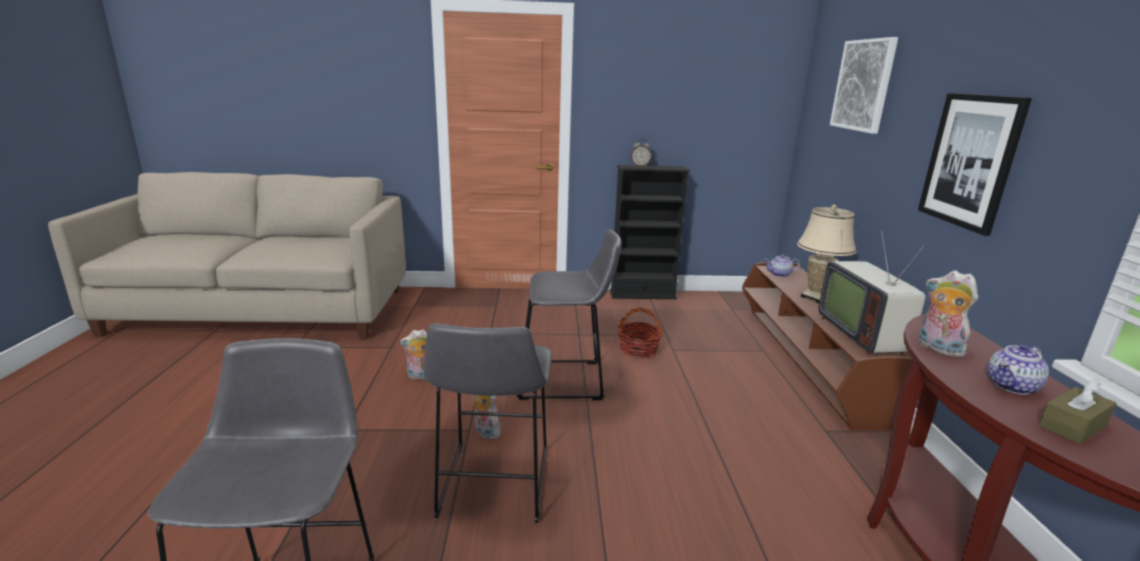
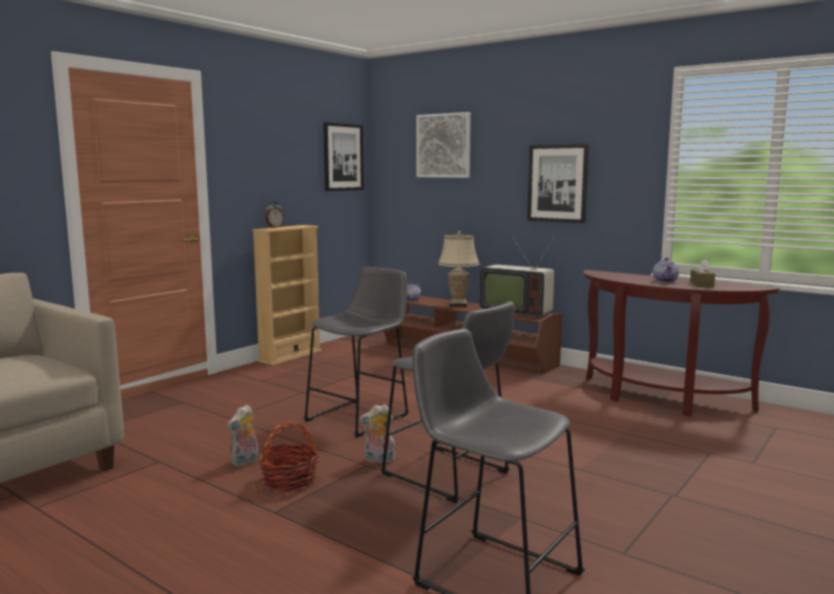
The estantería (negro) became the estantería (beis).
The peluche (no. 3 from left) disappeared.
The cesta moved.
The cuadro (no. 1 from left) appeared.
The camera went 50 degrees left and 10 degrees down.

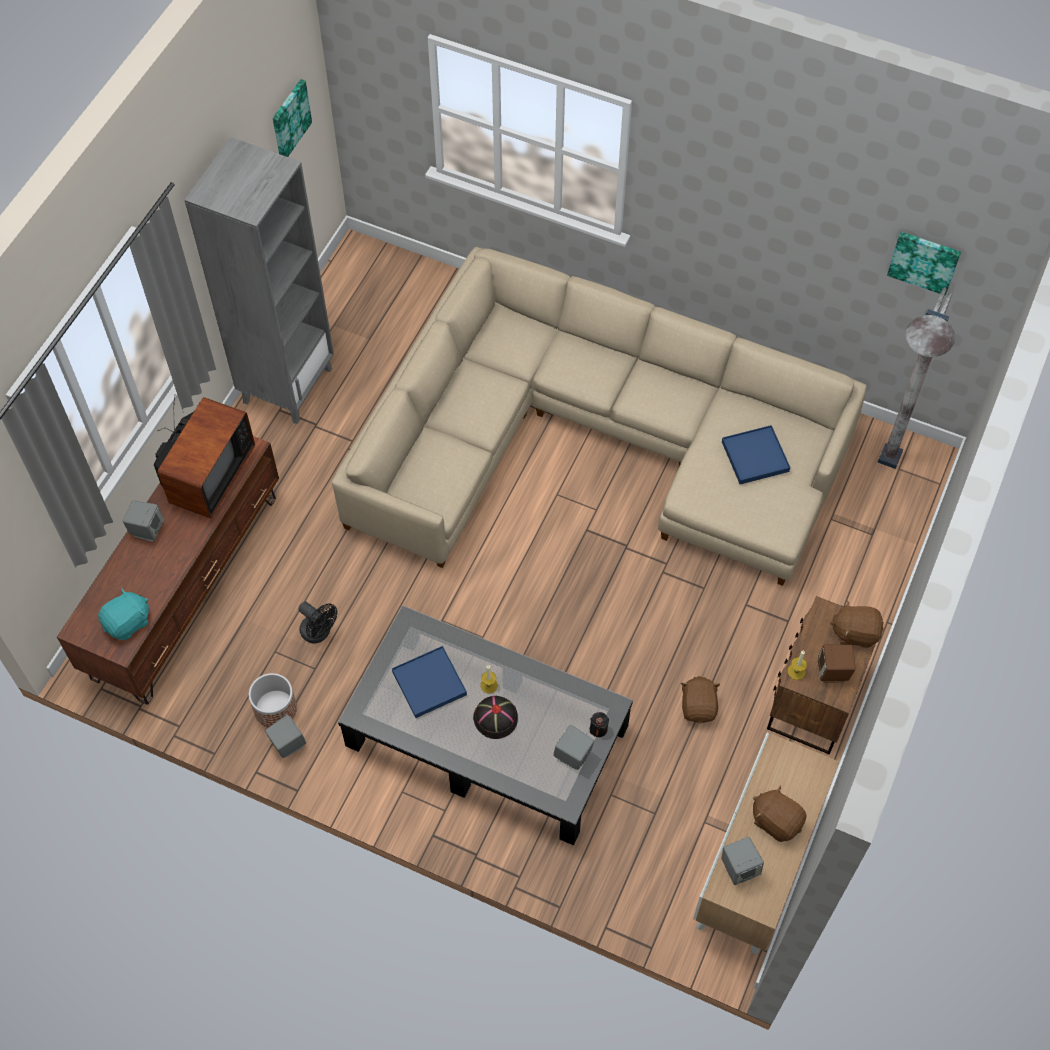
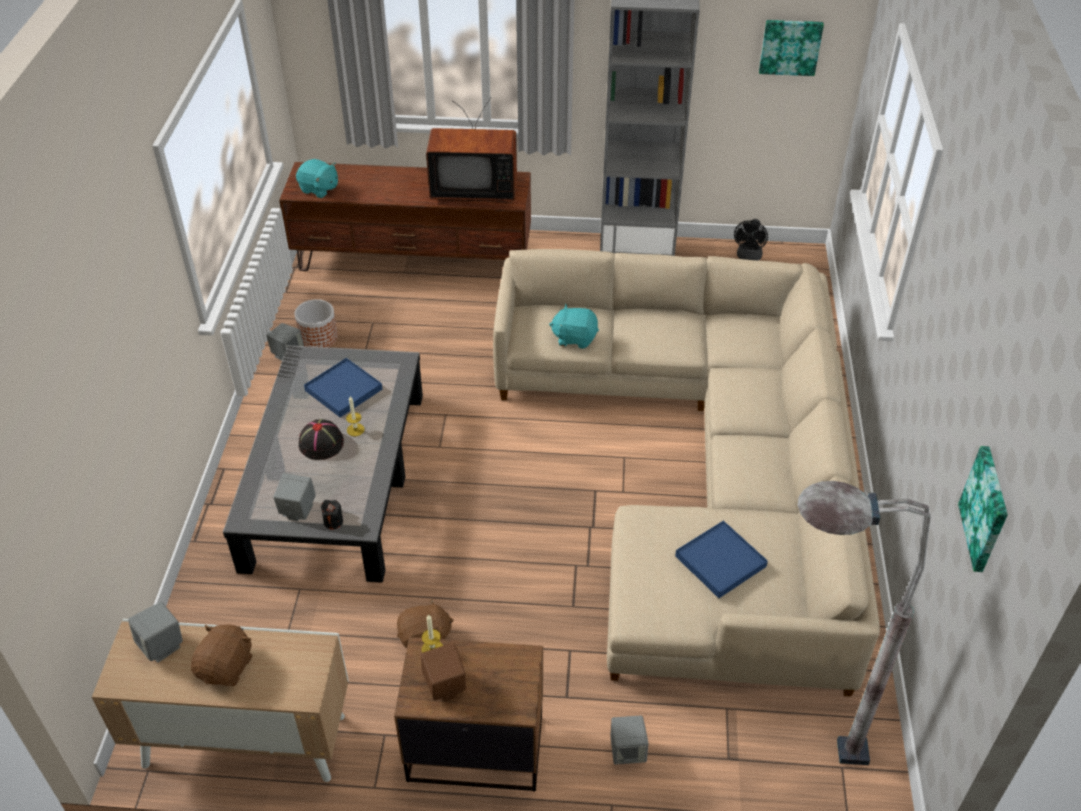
The altavoz (gris) (no. 1 from left in the first image) moved.
The peluche (marrón) (no. 3 from left) disappeared.
The ventilador (negro) moved.
The peluche (turquesa) (no. 2 from left) appeared.
The camera went 70 degrees right and 15 degrees down.

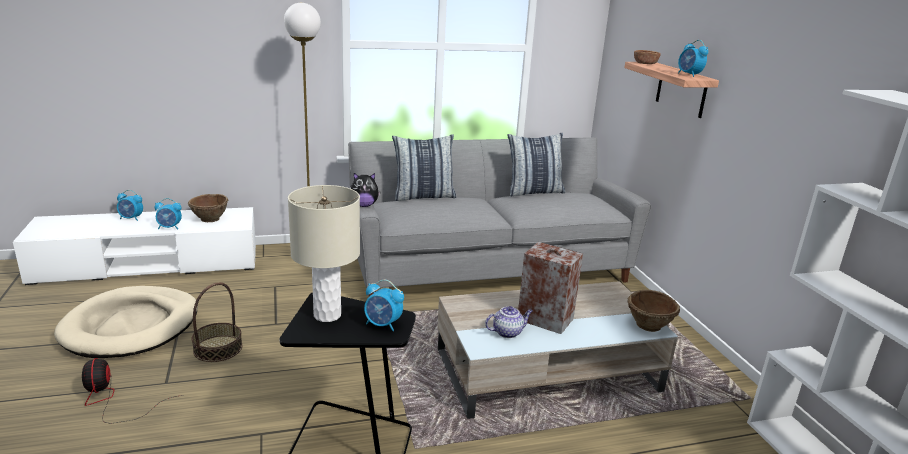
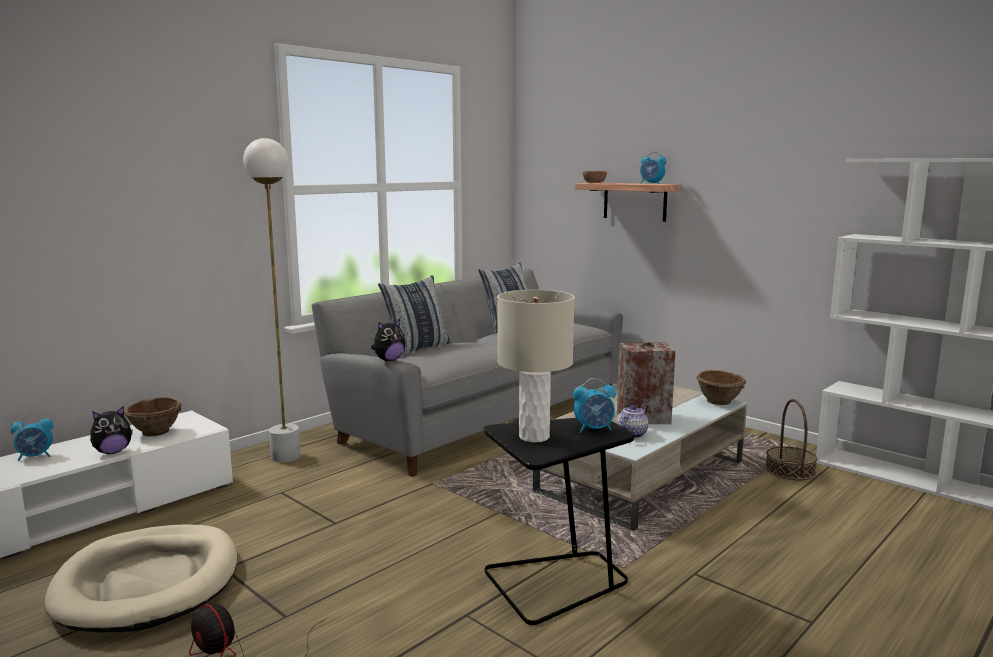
The despertador (no. 2 from left) was replaced by the peluche (no. 1 from left).
The cesta moved.
The camera went 30 degrees left and 10 degrees down.

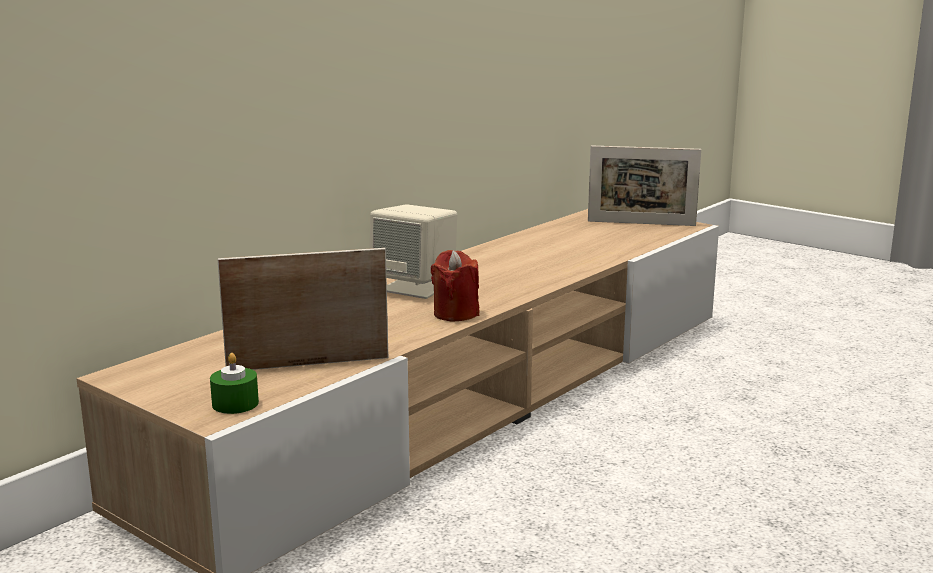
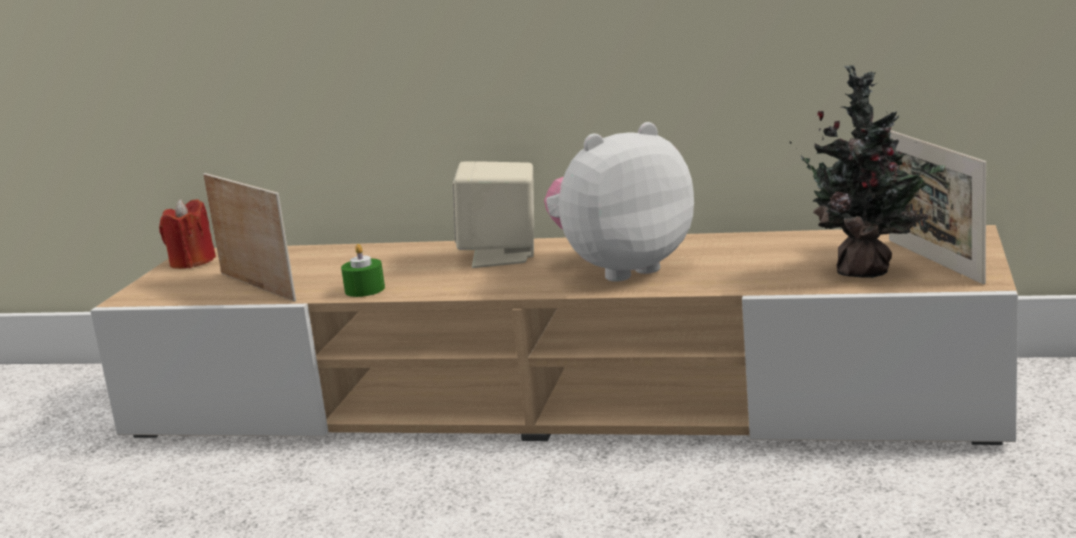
The vela (rojo) moved.
The vela (verde) moved.
The planta en maceta appeared.
The peluche appeared.
The camera went 65 degrees right and 0 degrees up.

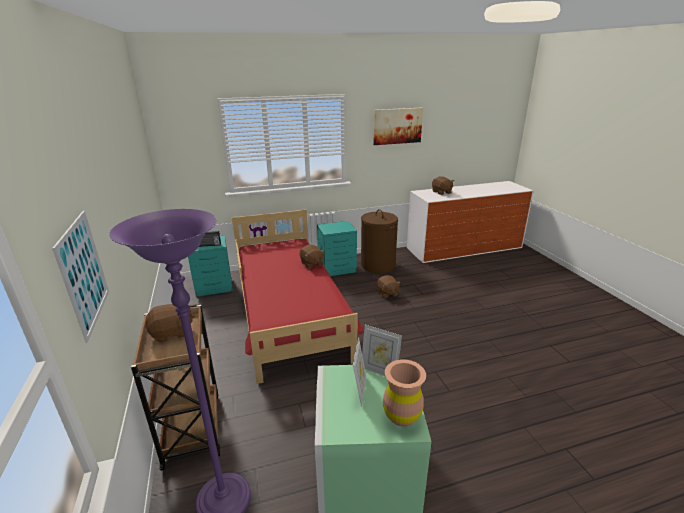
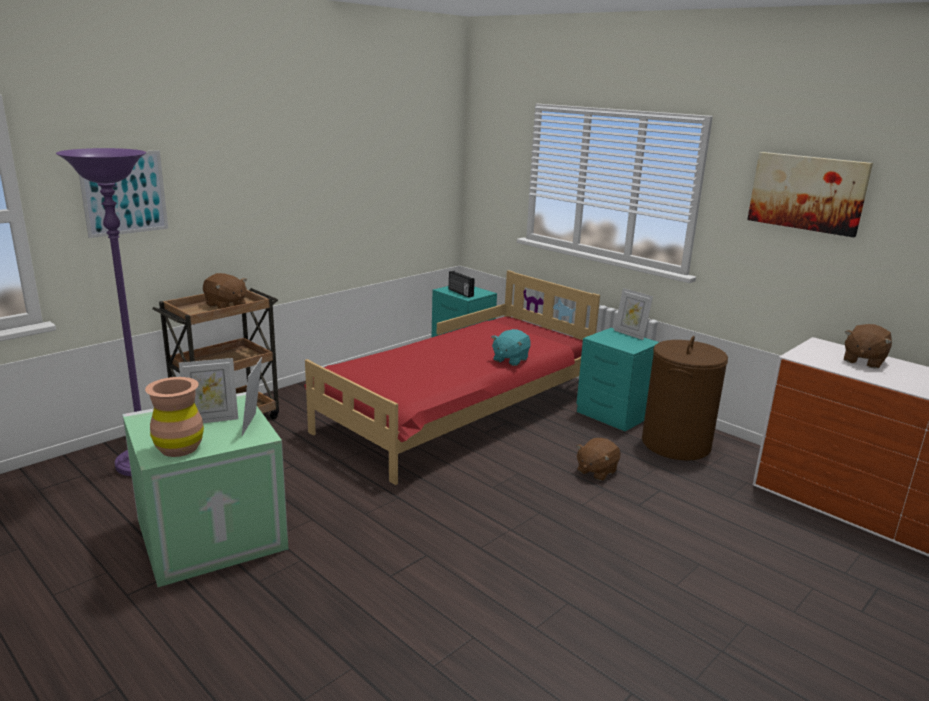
The peluche (marrón) (no. 2 from left) became the peluche (turquesa).
The portarretratos (no. 3 from left) appeared.
The camera went 60 degrees right and 5 degrees down.

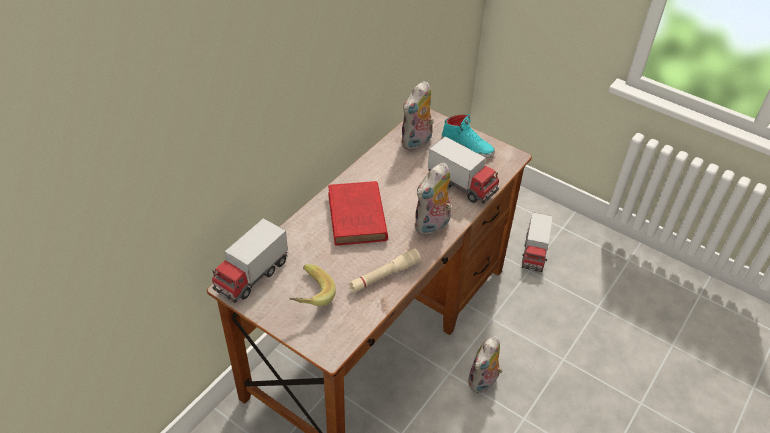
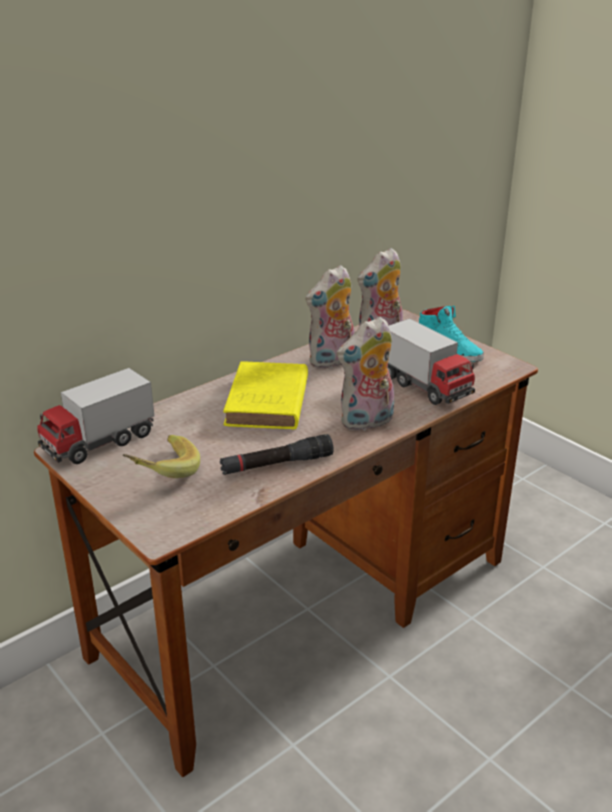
The libro (rojo) became the libro (amarillo).
The camión de juguete (no. 3 from left) disappeared.
The linterna (beis) became the linterna (negro).
The peluche (no. 3 from left in the first image) moved.
The camera went 15 degrees right and 15 degrees down.

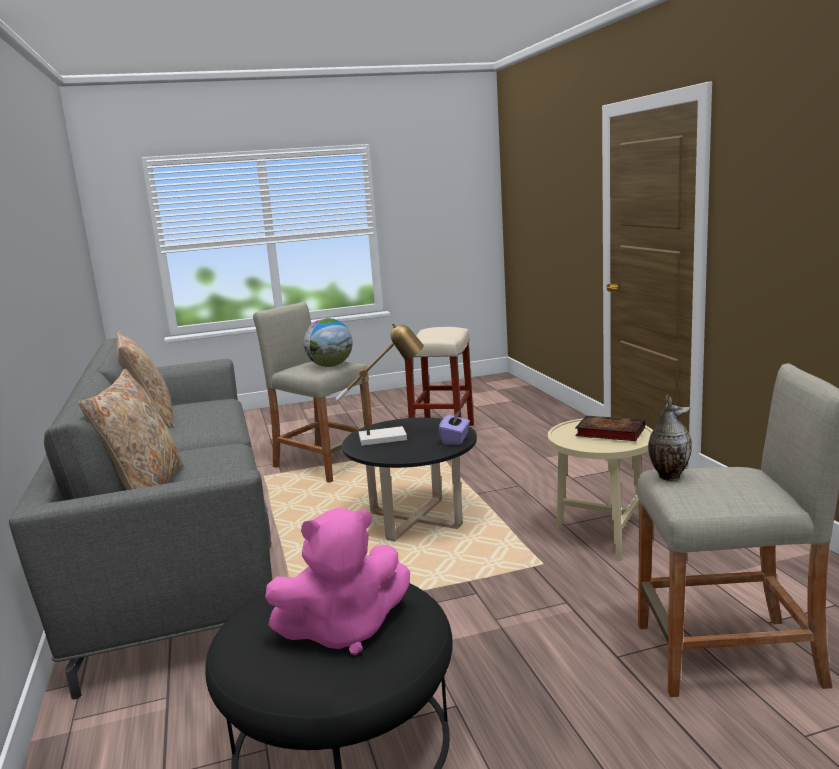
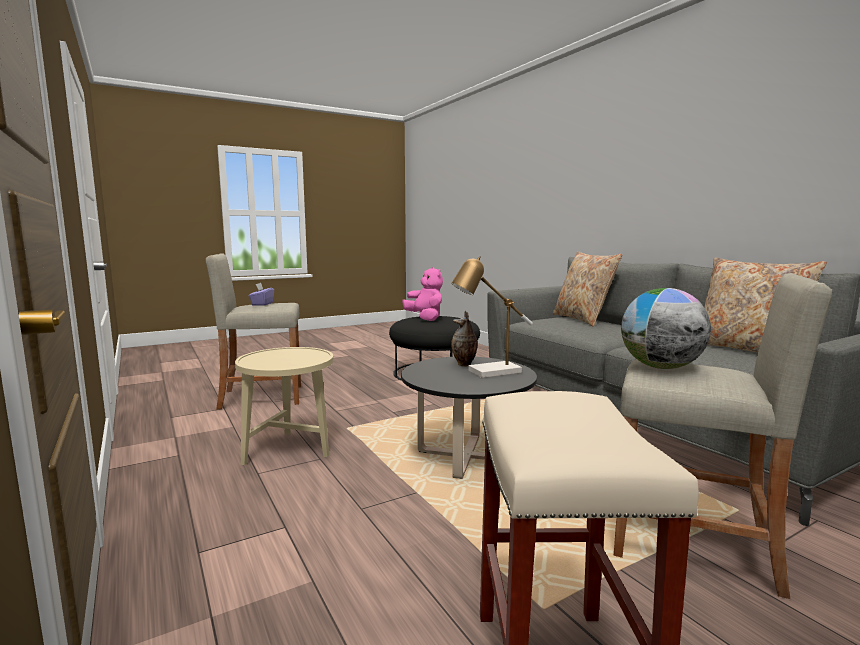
The florero moved.
The caja de pañuelos (morado) moved.
The libro disappeared.
The peluche (rosa) turned 90 degrees clockwise.
The camera went 165 degrees right and 5 degrees down.

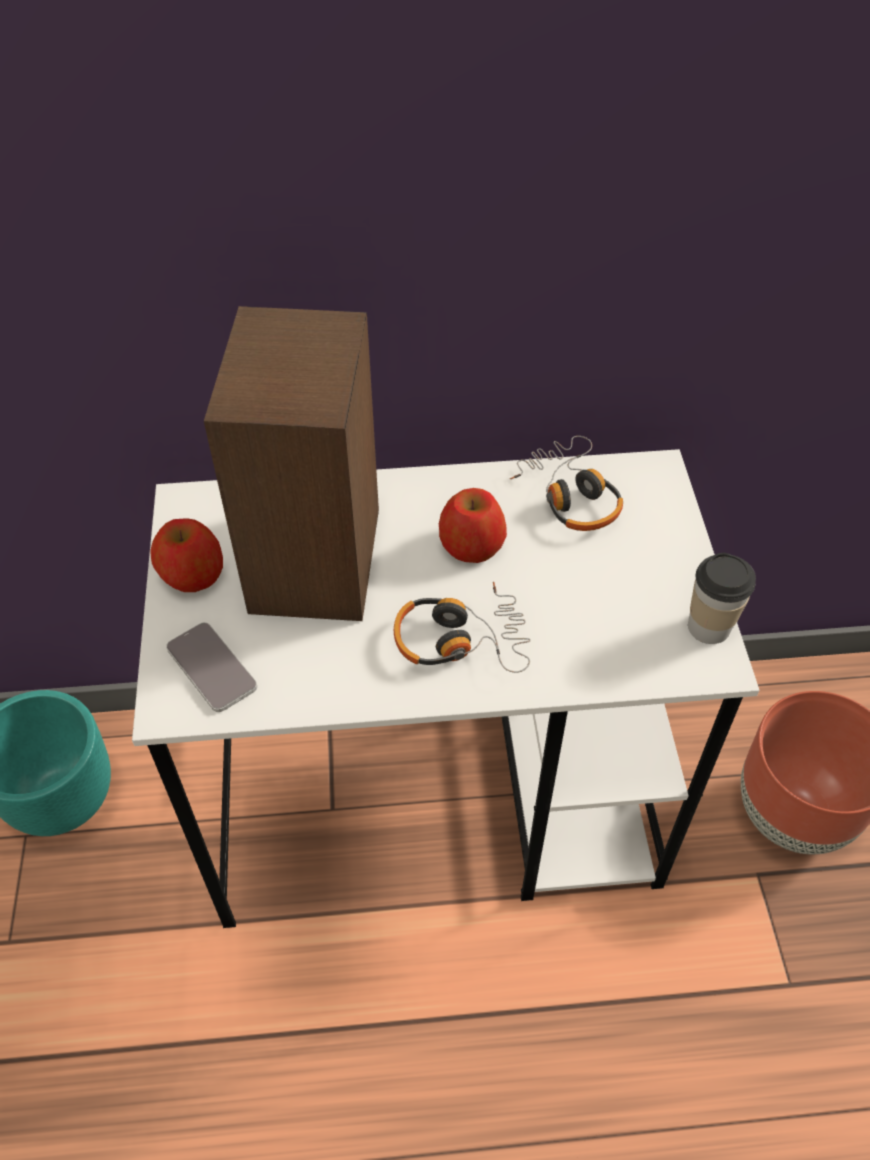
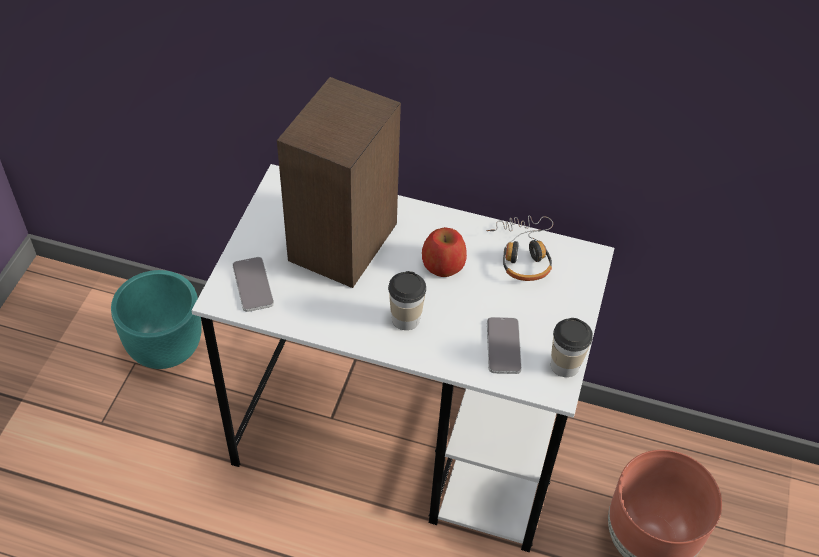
The manzana (no. 1 from left) disappeared.
The auriculares (no. 1 from left) was replaced by the taza (no. 1 from left).
The móvil (no. 2 from left) appeared.
The camera went 20 degrees right and 0 degrees up.

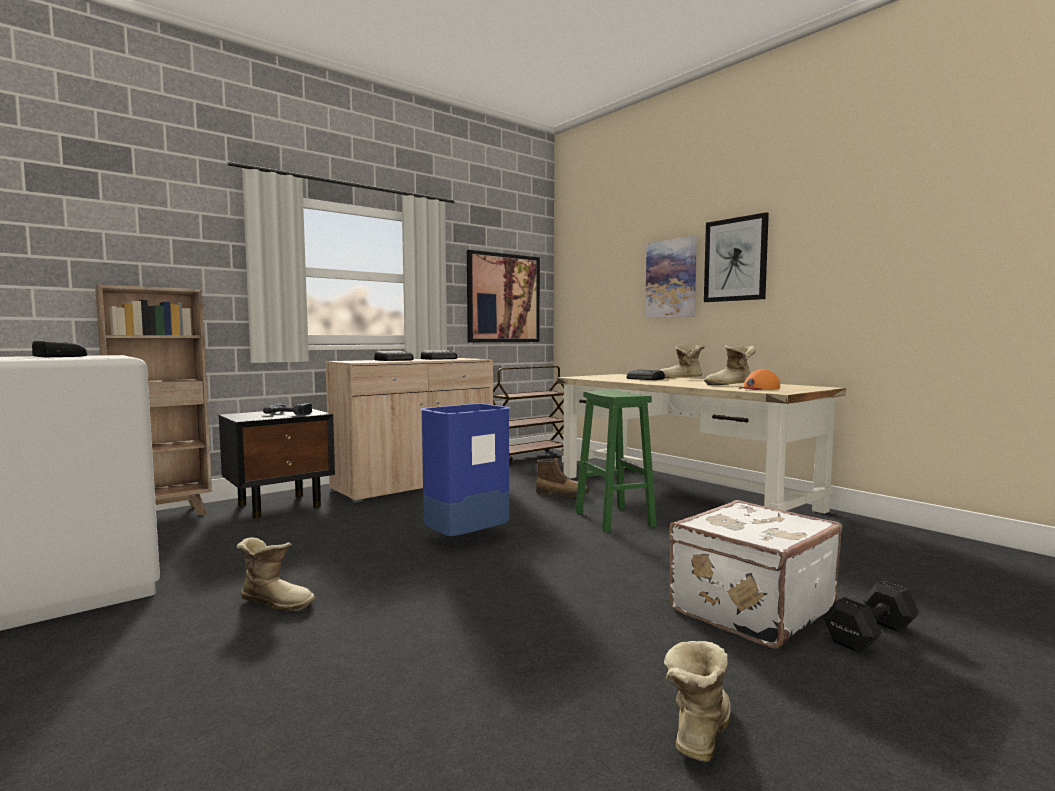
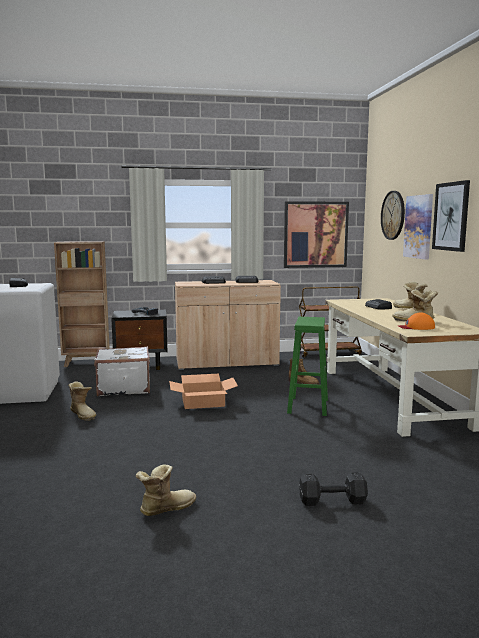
The papelera (azul) was replaced by the caja de cartón.
The maleta (blanco) moved.
The reloj de pared appeared.
The camera went 30 degrees right and 5 degrees up.

